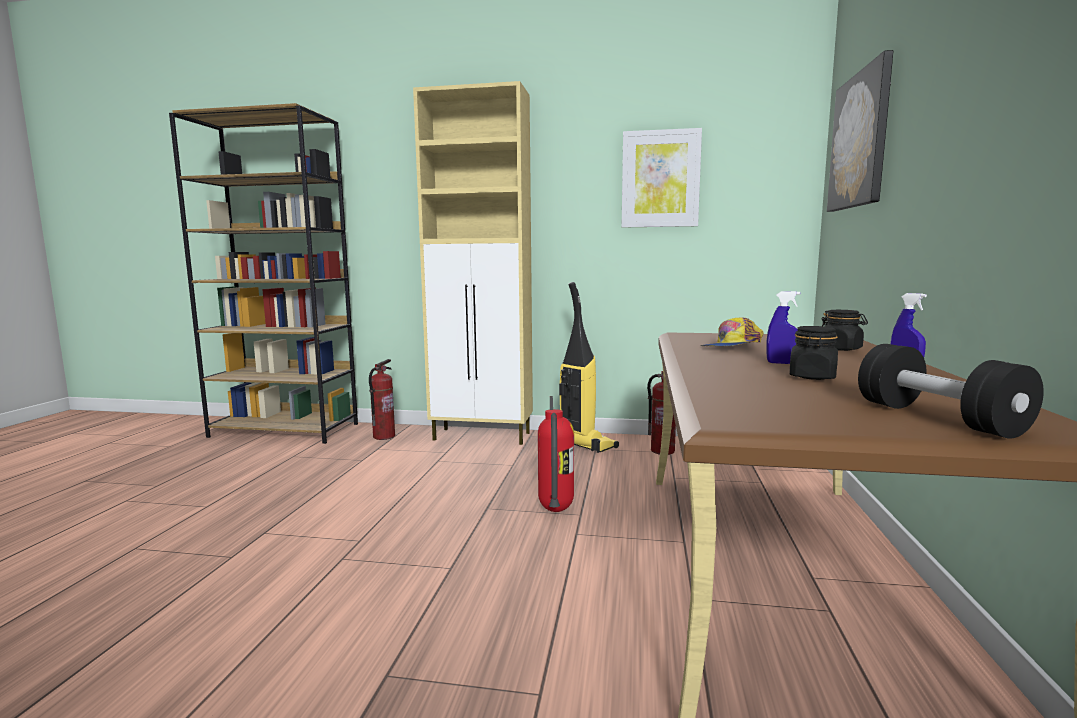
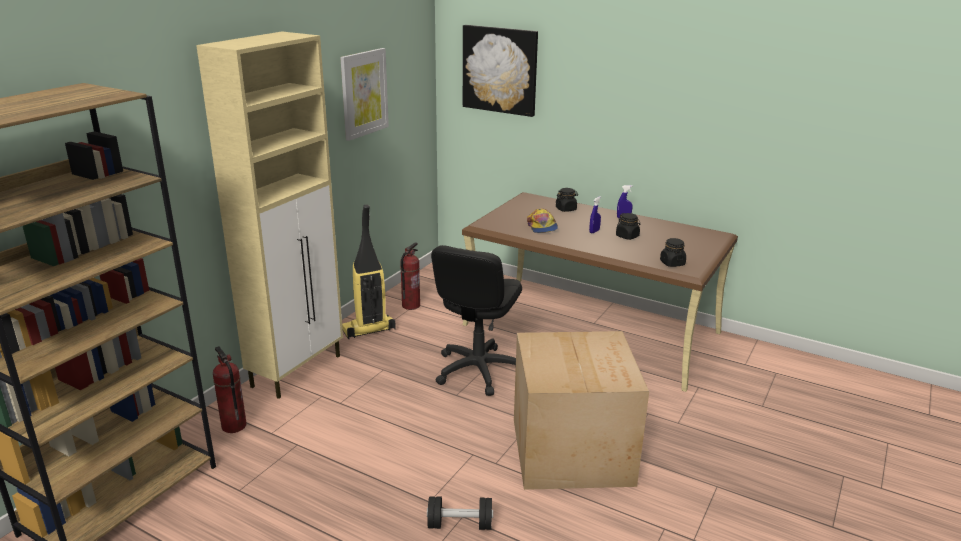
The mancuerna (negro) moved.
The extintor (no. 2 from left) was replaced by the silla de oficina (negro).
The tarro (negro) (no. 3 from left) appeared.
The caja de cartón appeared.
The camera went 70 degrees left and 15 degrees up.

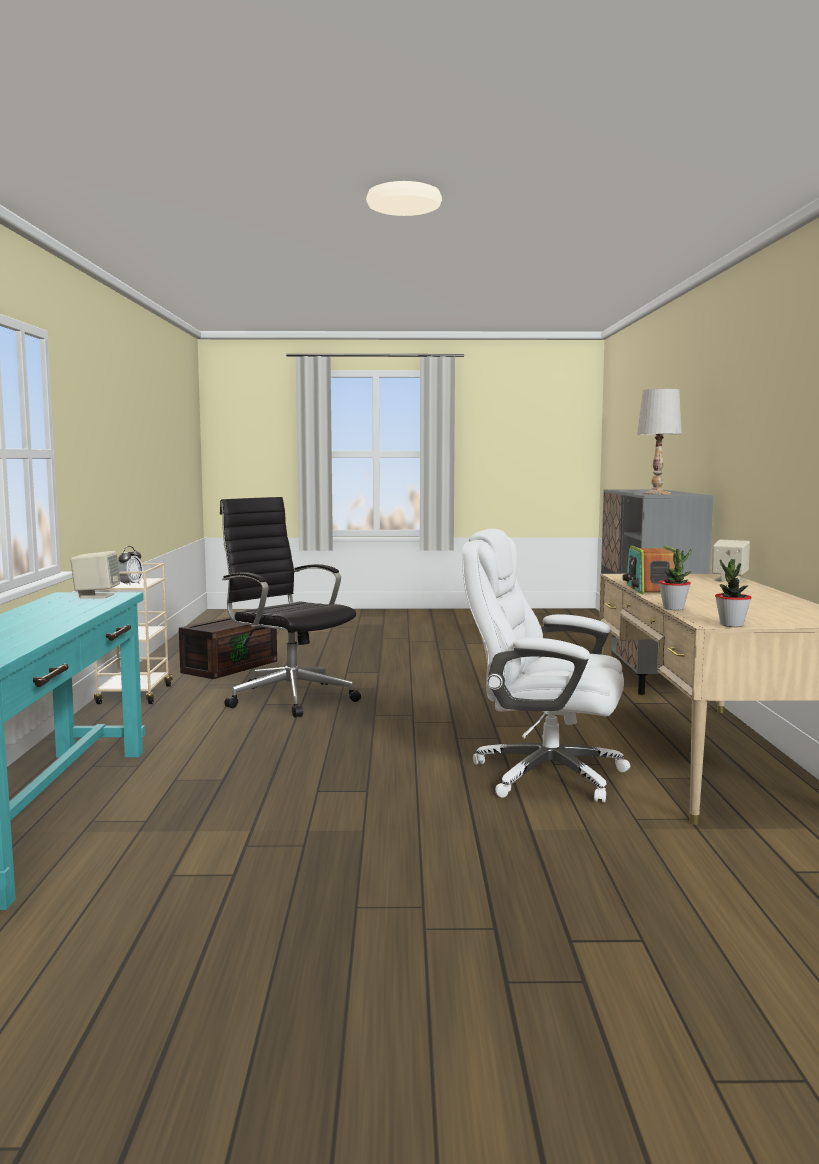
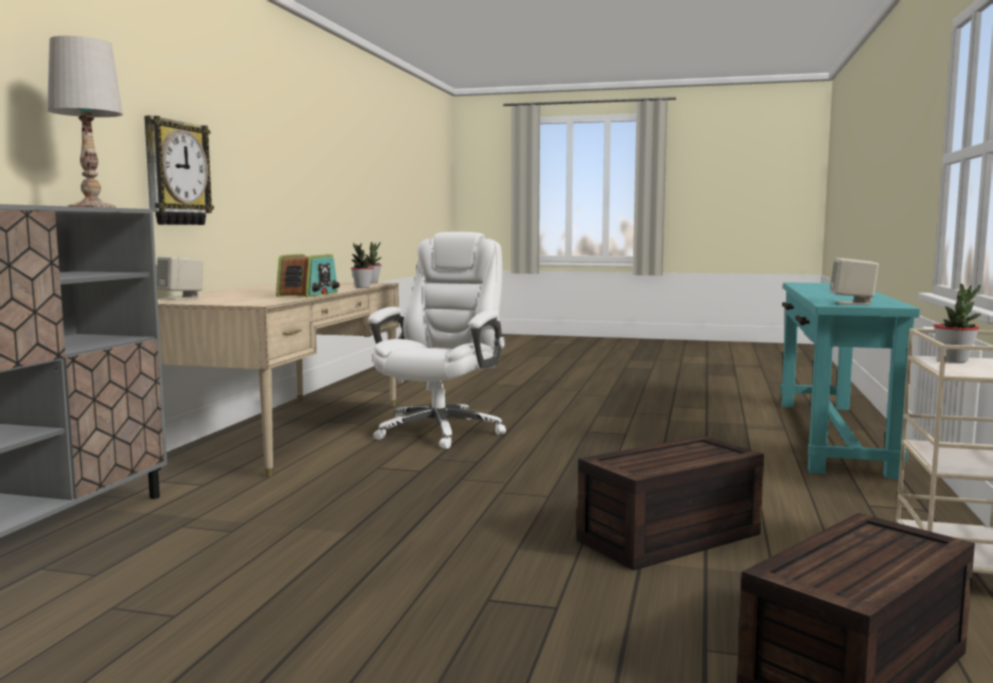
The silla de oficina (negro) was replaced by the caja de almacenaje (marrón) (no. 1 from left).
The silla de oficina (blanco) turned 105 degrees counterclockwise.
The despertador was replaced by the planta en maceta (no. 3 from left).
The reloj de pared appeared.
The camera went 165 degrees left and 0 degrees up.

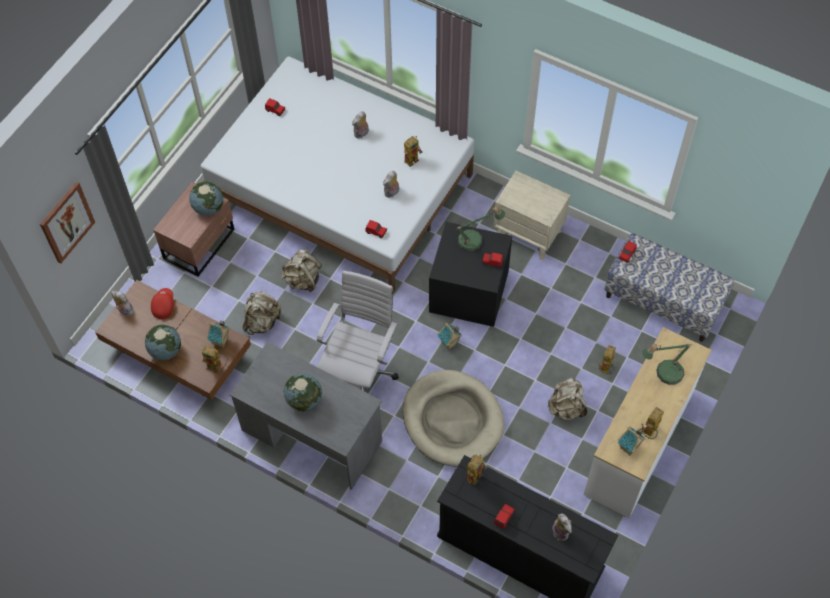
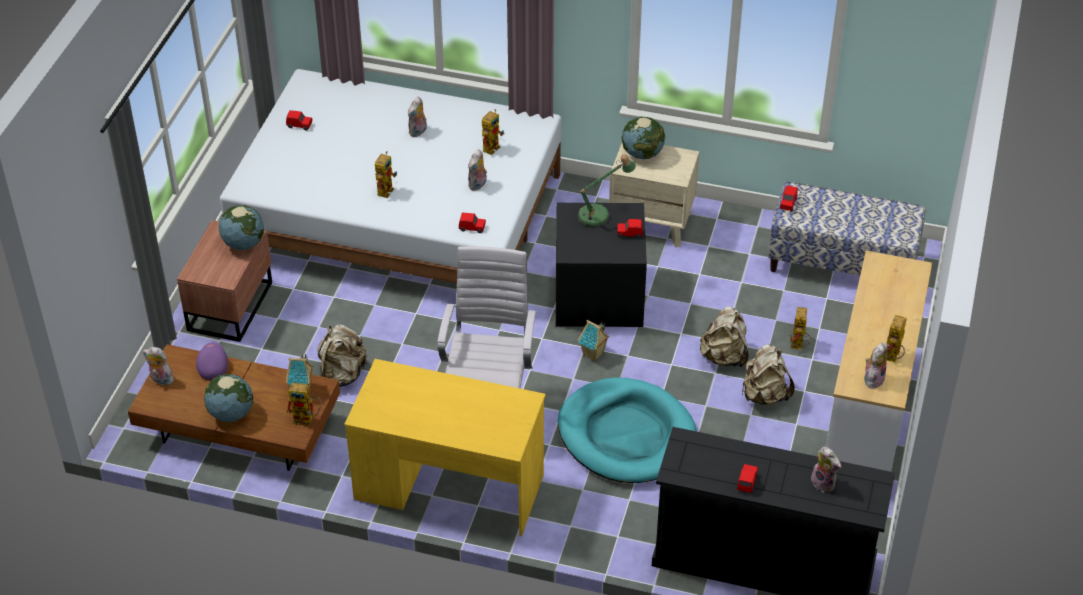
The cuadro disappeared.
The mochila (beis) (no. 2 from left) moved.
The gorra (rojo) became the gorra (morado).
The escritorio (gris) became the escritorio (amarillo).
The lámpara de mesa (no. 2 from left) disappeared.
The cama para perro (beis) became the cama para perro (turquesa).
The globo terráqueo (no. 3 from left) moved.
The casita (no. 3 from left) was replaced by the peluche (no. 5 from left).
The robot de juguete (no. 3 from left in the first image) moved.
The camera went 15 degrees left and 15 degrees down.

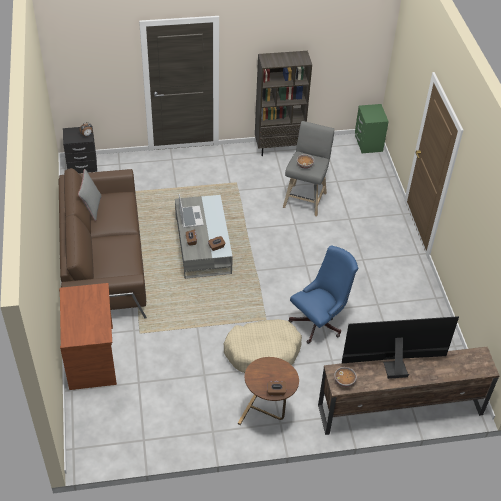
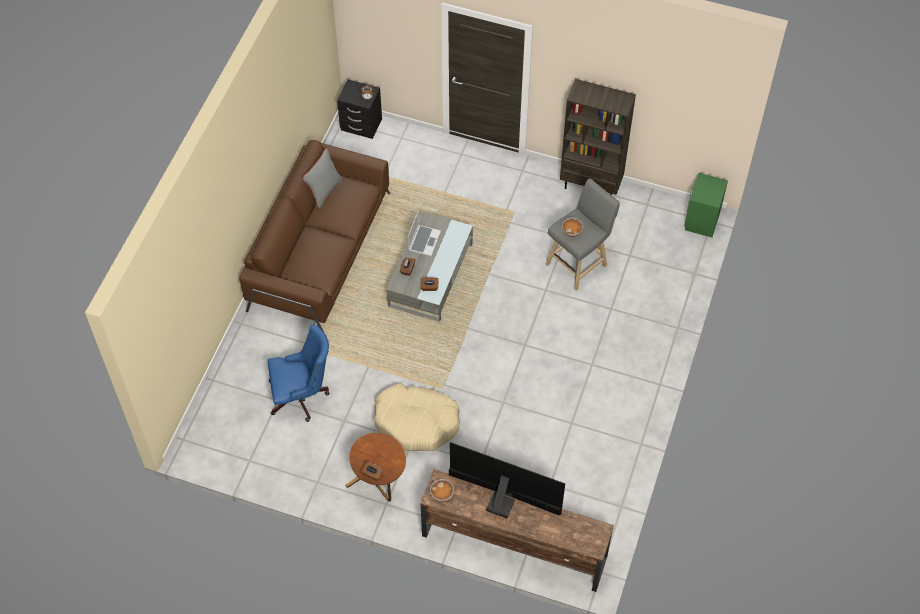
The silla de oficina (azul) moved.
The escritorio (marrón) disappeared.
The camera went 30 degrees right and 10 degrees up.

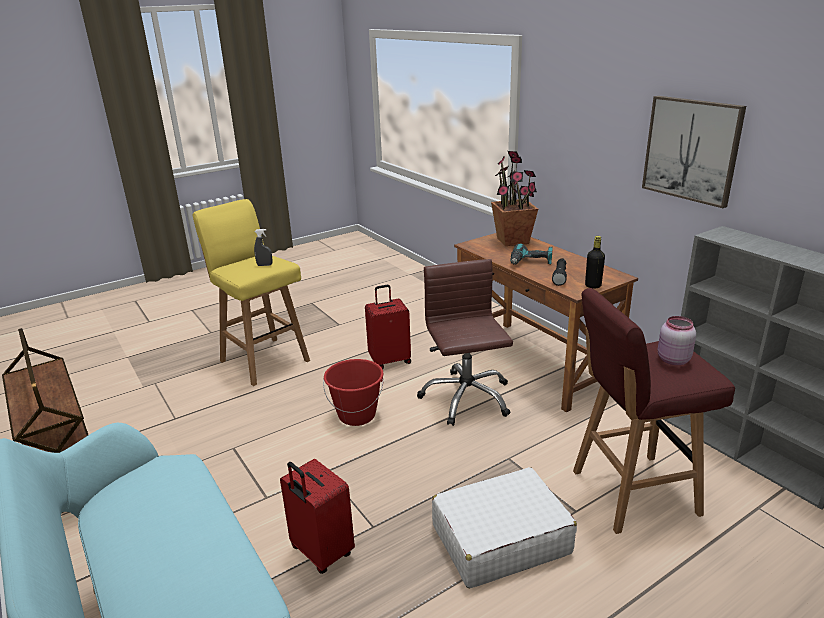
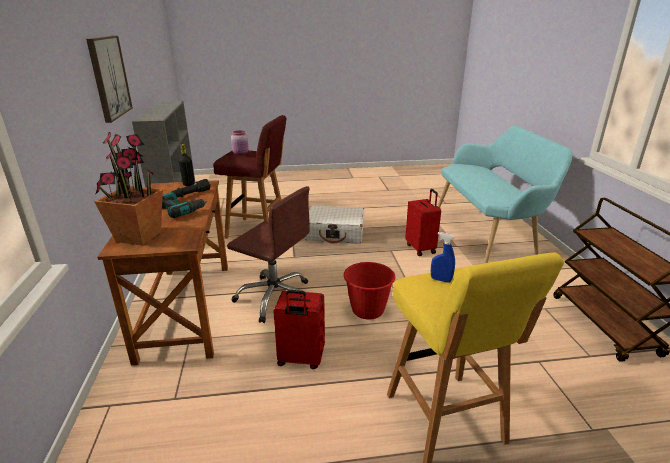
The pulverizador (gris) became the pulverizador (azul).
The silla de oficina (marrón) turned 75 degrees counterclockwise.
The camera went 155 degrees left and 0 degrees up.

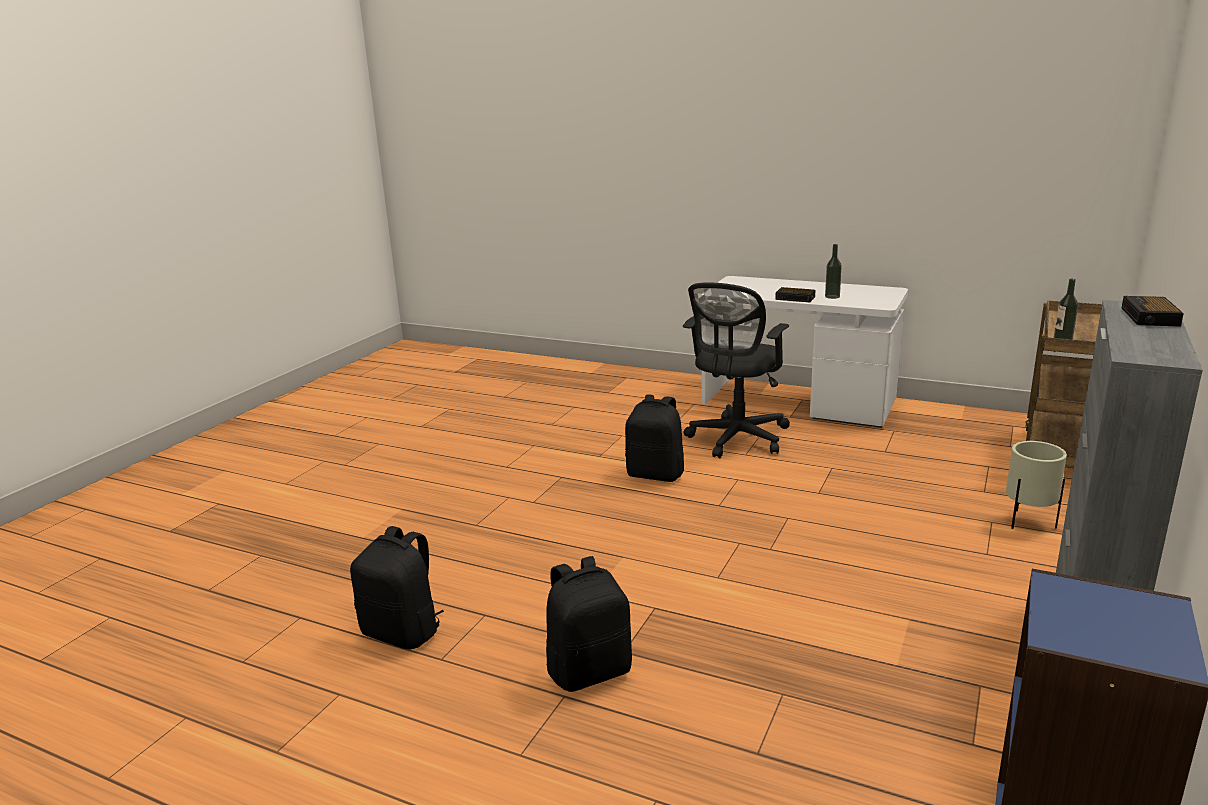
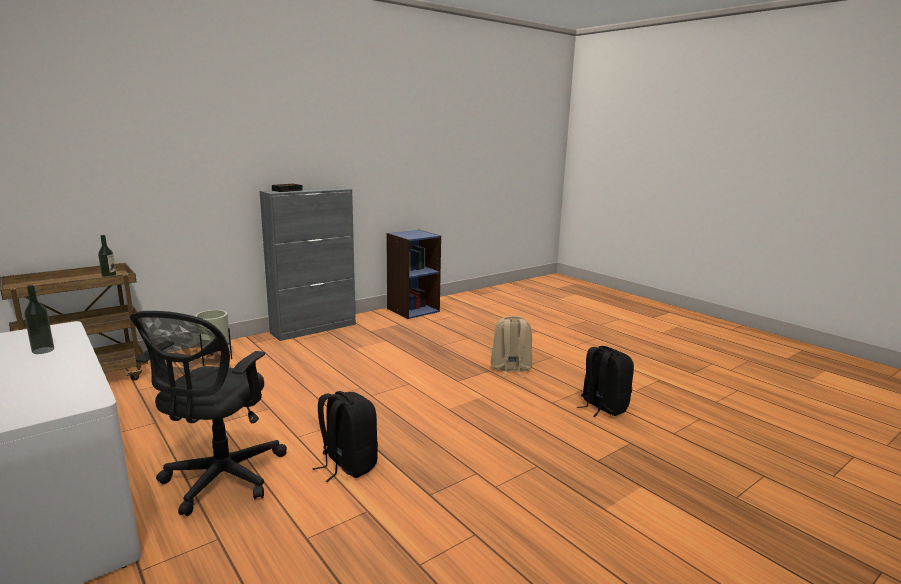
The silla de oficina (negro) turned 135 degrees clockwise.
The despertador (no. 1 from left) disappeared.
The mochila (negro) (no. 2 from left) became the mochila (beis).
The camera went 155 degrees left and 5 degrees down.

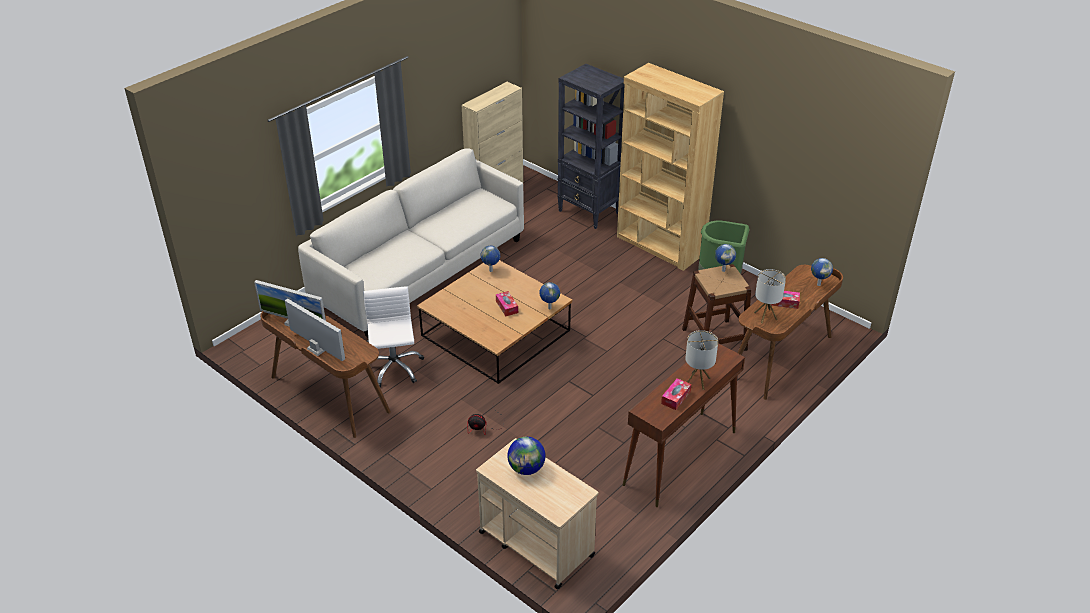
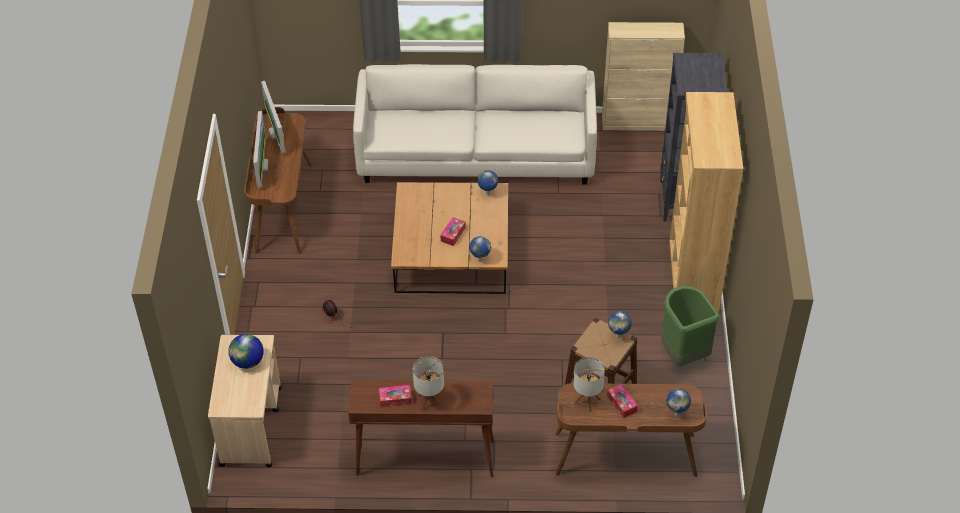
The silla de oficina (blanco) disappeared.
The camera went 50 degrees right and 10 degrees up.

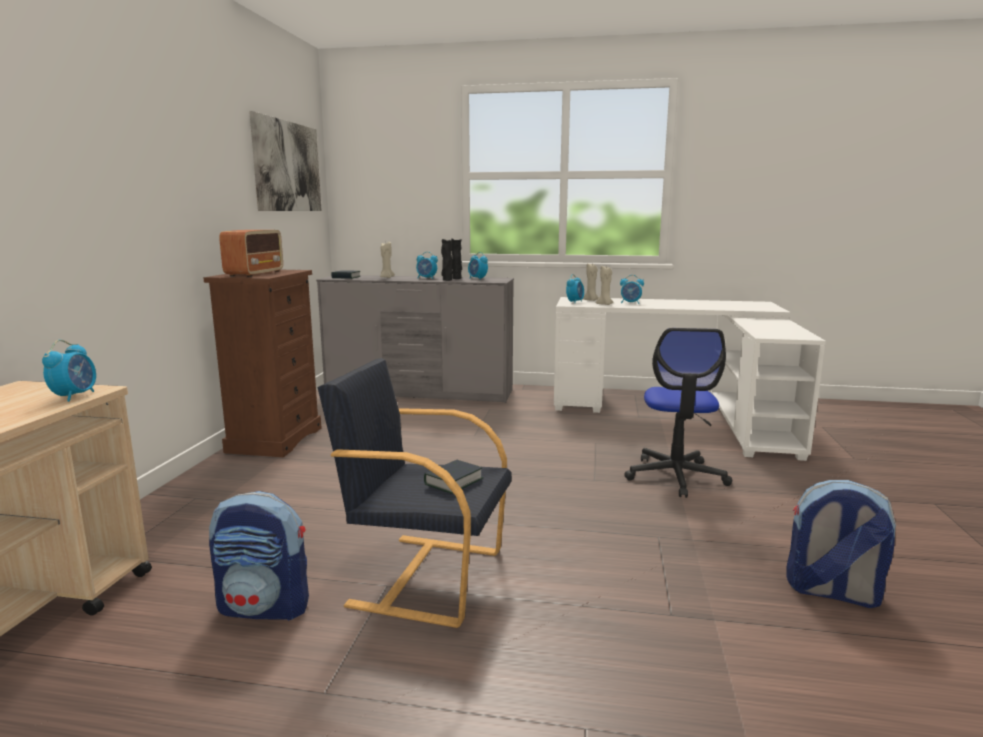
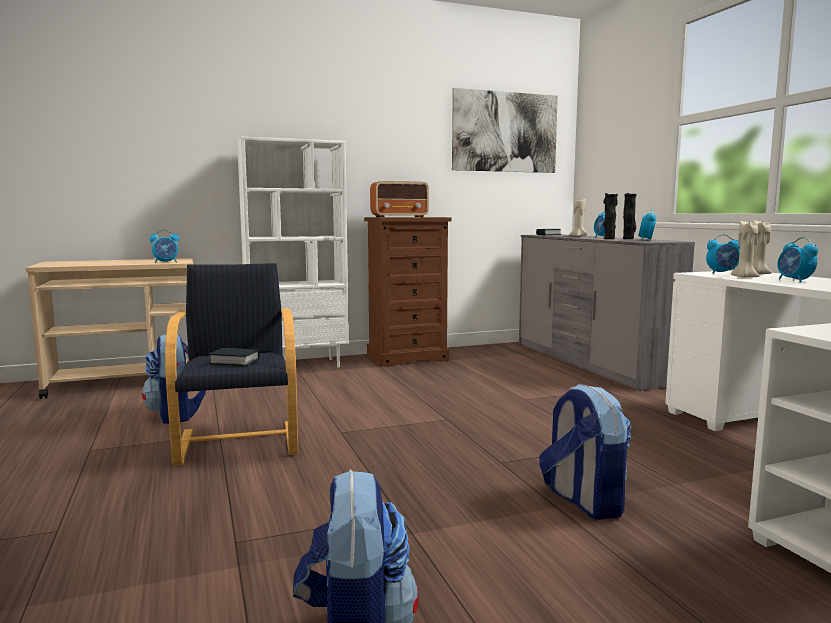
The silla de oficina was replaced by the mochila (no. 3 from left).
The estantería (blanco) appeared.
The camera went 60 degrees right and 5 degrees down.

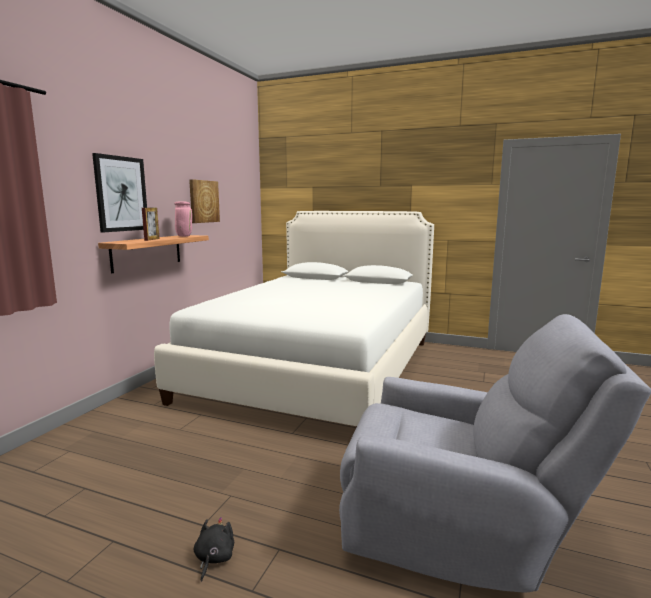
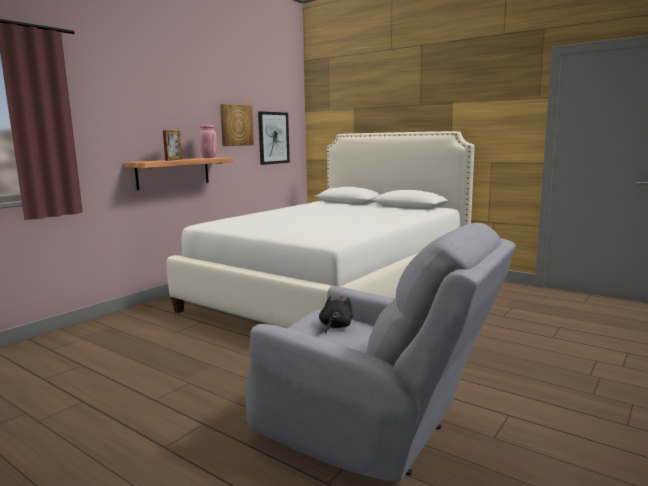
The cuadro (no. 1 from left in the first image) moved.
The peluche (negro) moved.
The camera went 15 degrees right and 0 degrees up.

